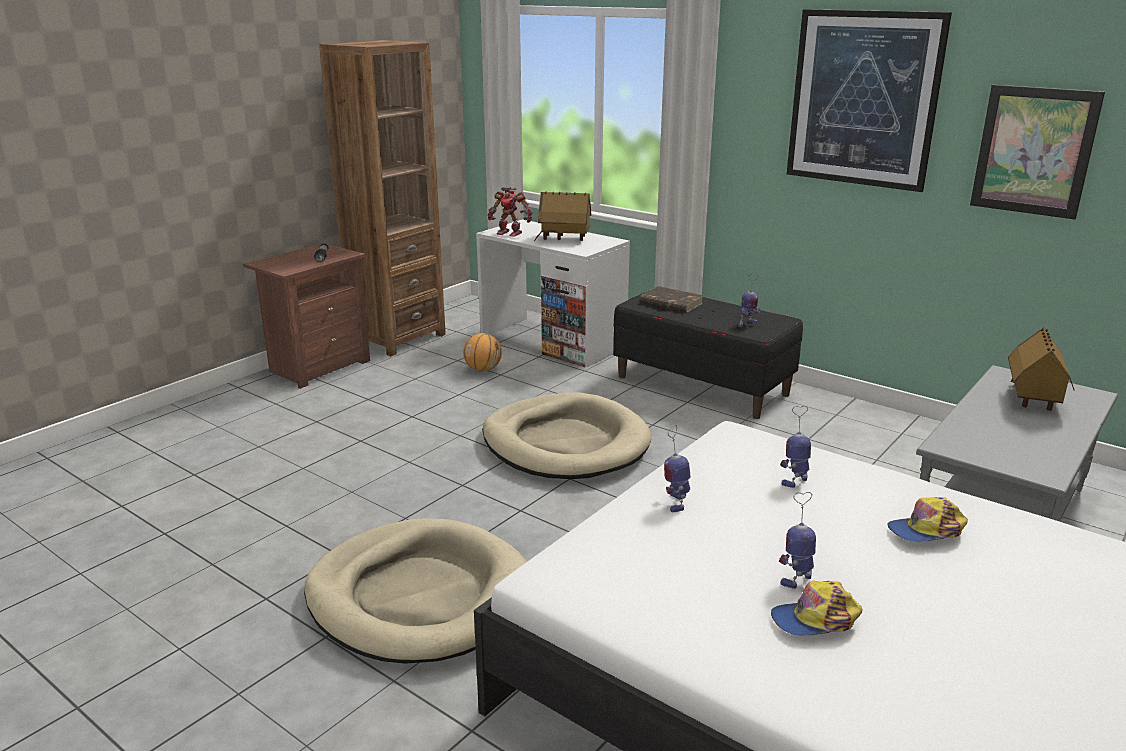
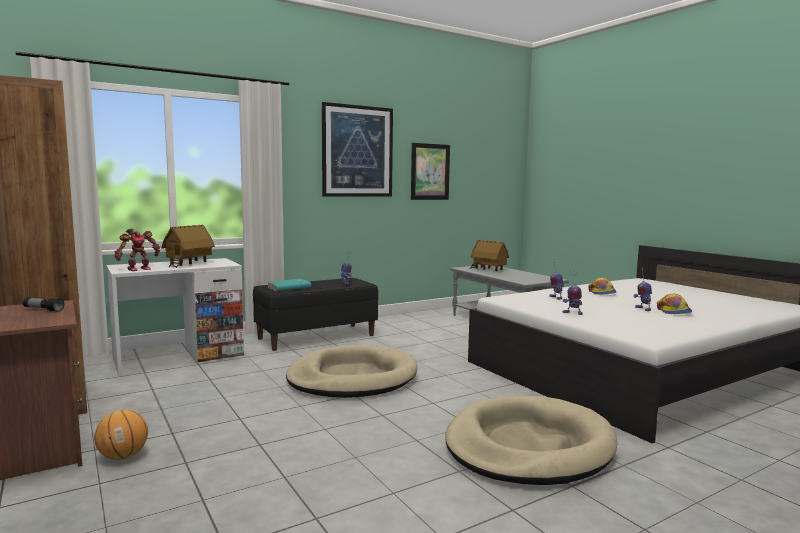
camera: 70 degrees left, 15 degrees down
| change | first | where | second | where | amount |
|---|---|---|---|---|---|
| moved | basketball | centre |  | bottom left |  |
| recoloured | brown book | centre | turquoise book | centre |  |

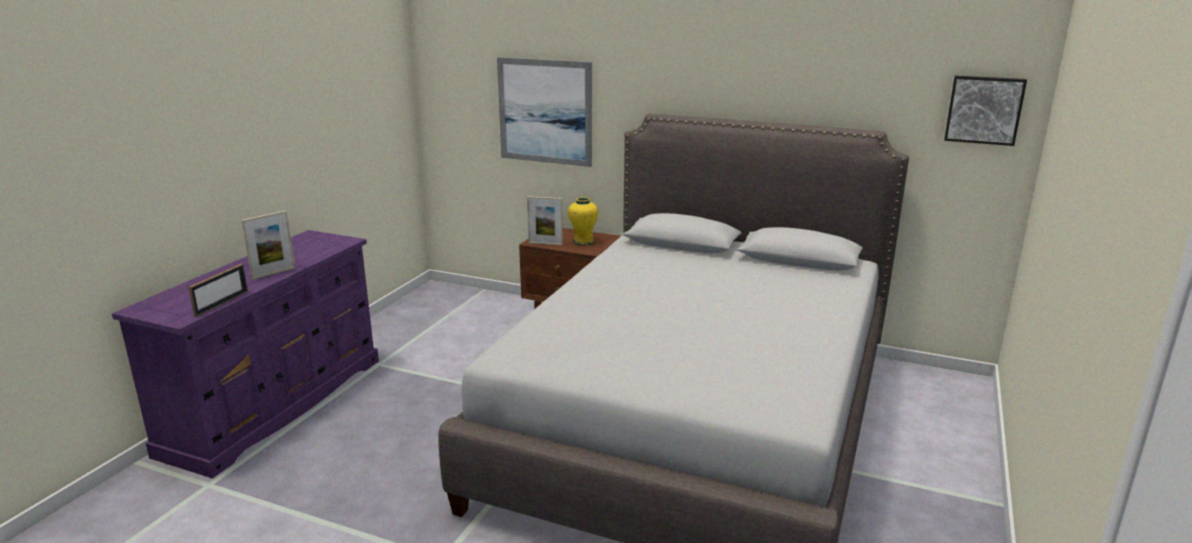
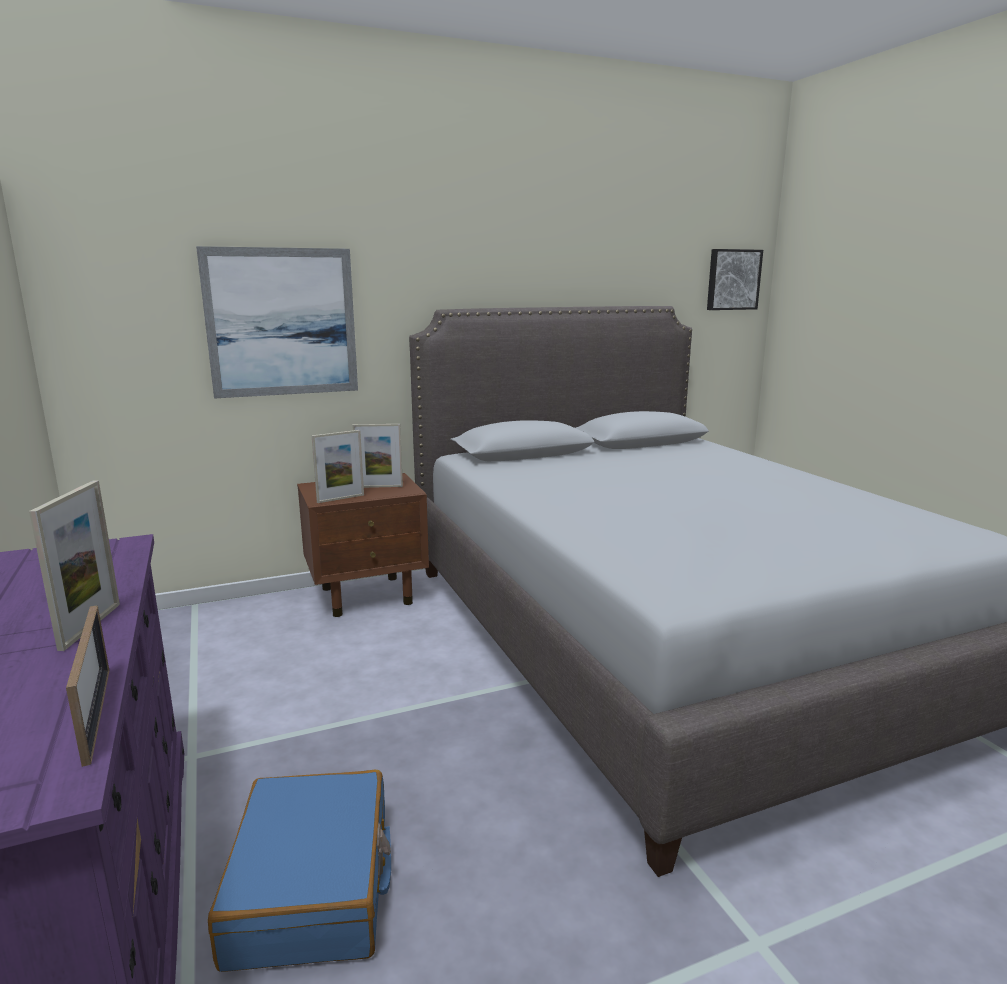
camera: 45 degrees left, 5 degrees down
| change | first | where | second | where | amount |
|---|---|---|---|---|---|
| added |  |  | blue suitcase | bottom left |  |
| replaced | yellow vase | centre | picture frame (4th from left) | centre |  |

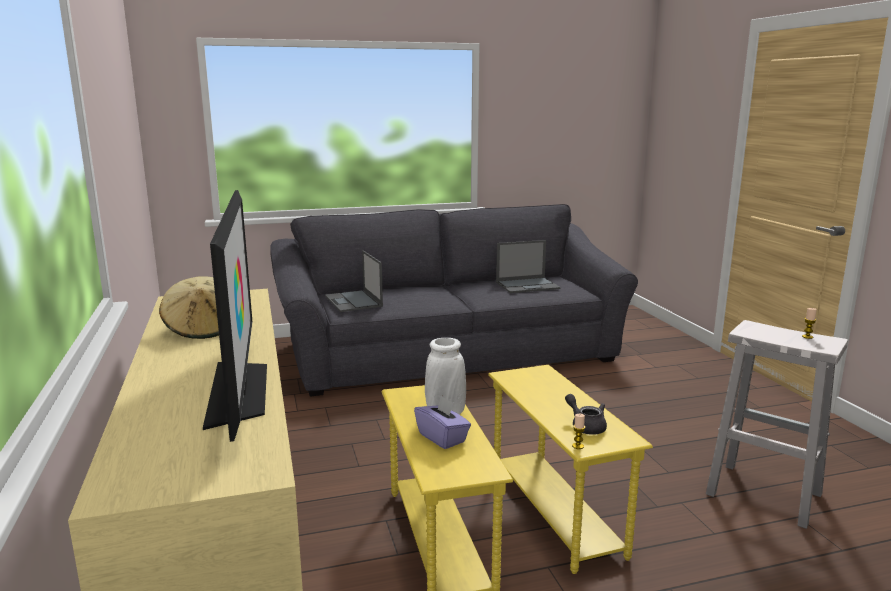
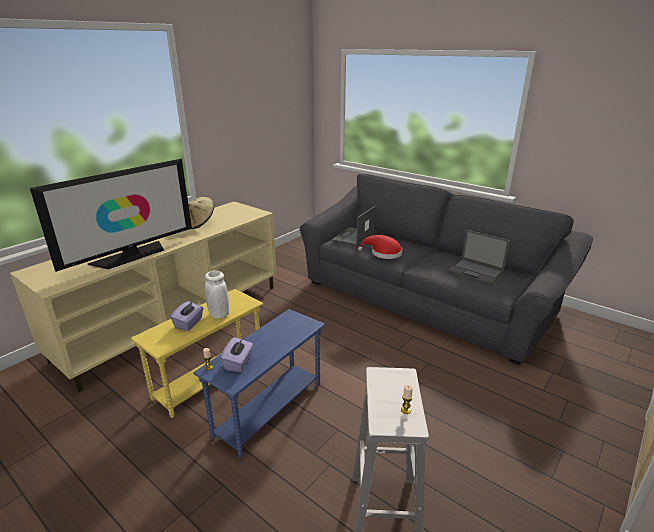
camera: 55 degrees right, 10 degrees up
| change | first | where | second | where | amount |
|---|---|---|---|---|---|
| added |  |  | red hat | centre |  |
| replaced | grey teapot | bottom centre | purple tissue box (2nd from left) | centre |  |
| recoloured | yellow side table (2nd from left) | bottom centre | blue side table | bottom centre |  |

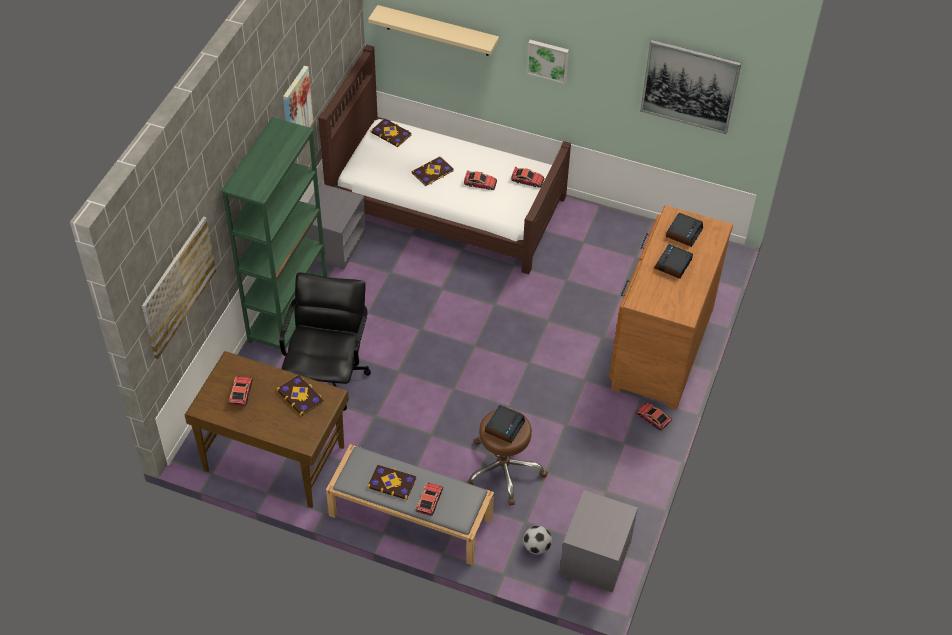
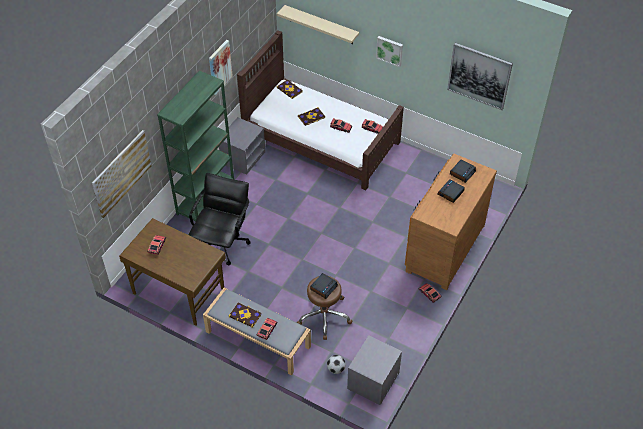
camera: 10 degrees right, 0 degrees up
| change | first | where | second | where | amount |
|---|---|---|---|---|---|
| removed | book (1st from left) | middle left |  |  |  |

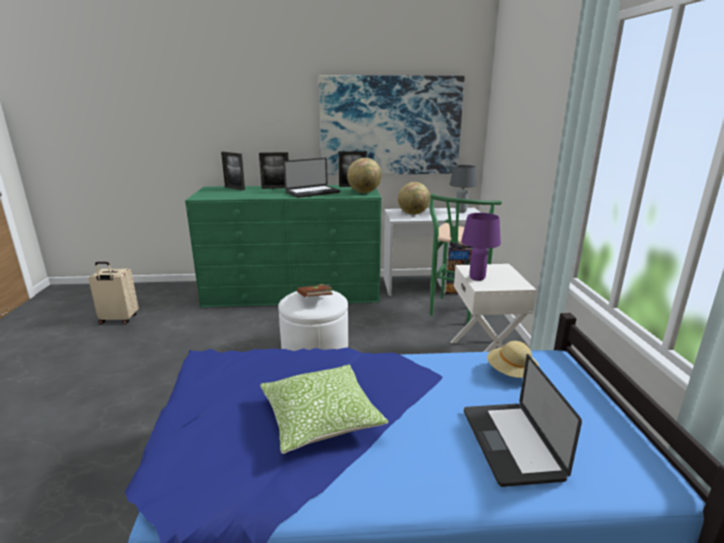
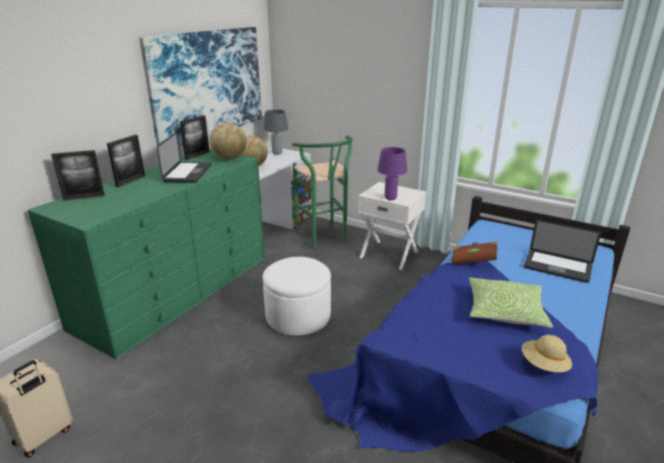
camera: 55 degrees left, 5 degrees up
| change | first | where | second | where | amount |
|---|---|---|---|---|---|
| moved | brown book | centre |  | middle right |  |
| moved | beige hat | middle right |  | bottom right |  |

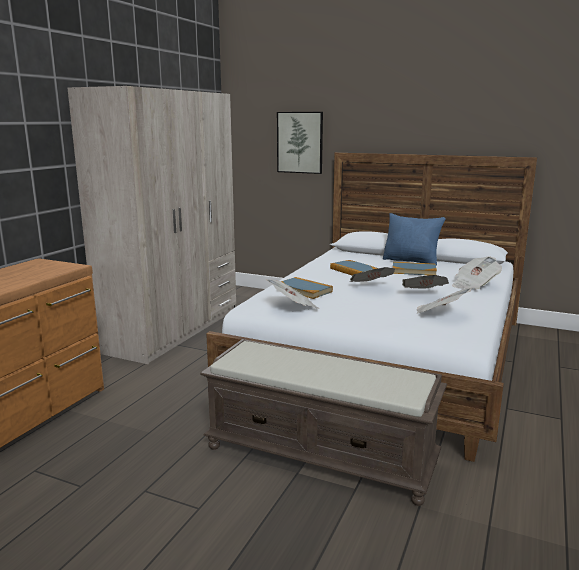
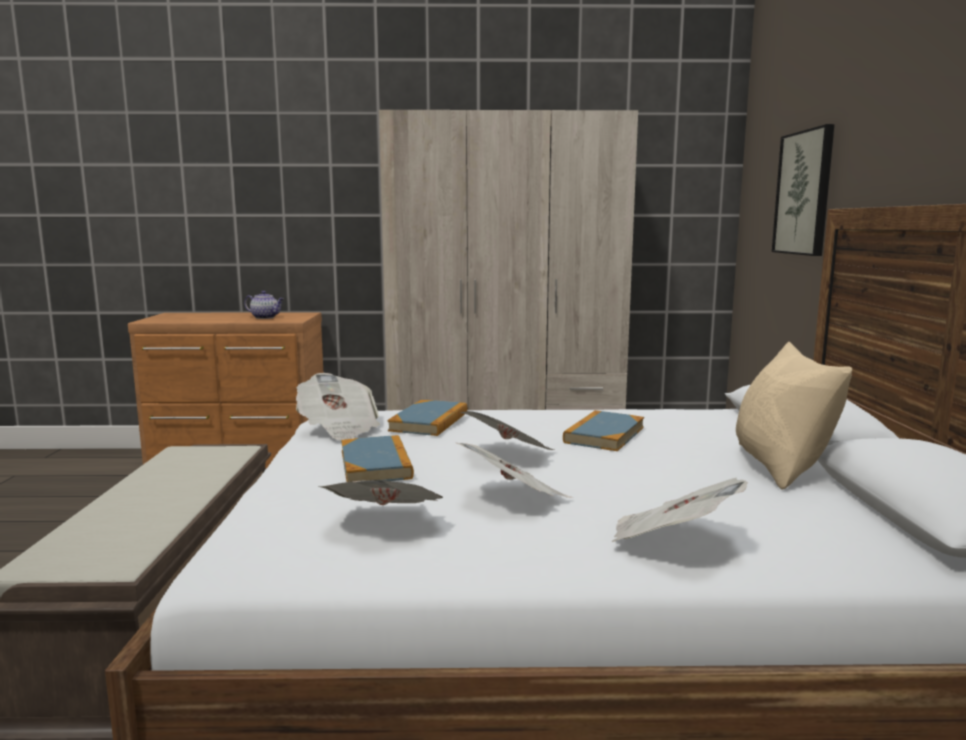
camera: 65 degrees right, 5 degrees down
| change | first | where | second | where | amount |
|---|---|---|---|---|---|
| added |  |  | teapot | middle left |  |
| moved | book (3rd from left in the first image) | middle right | book (1st from left) | centre |  |
| recoloured | blue pillow | middle right | beige pillow | middle right |  |

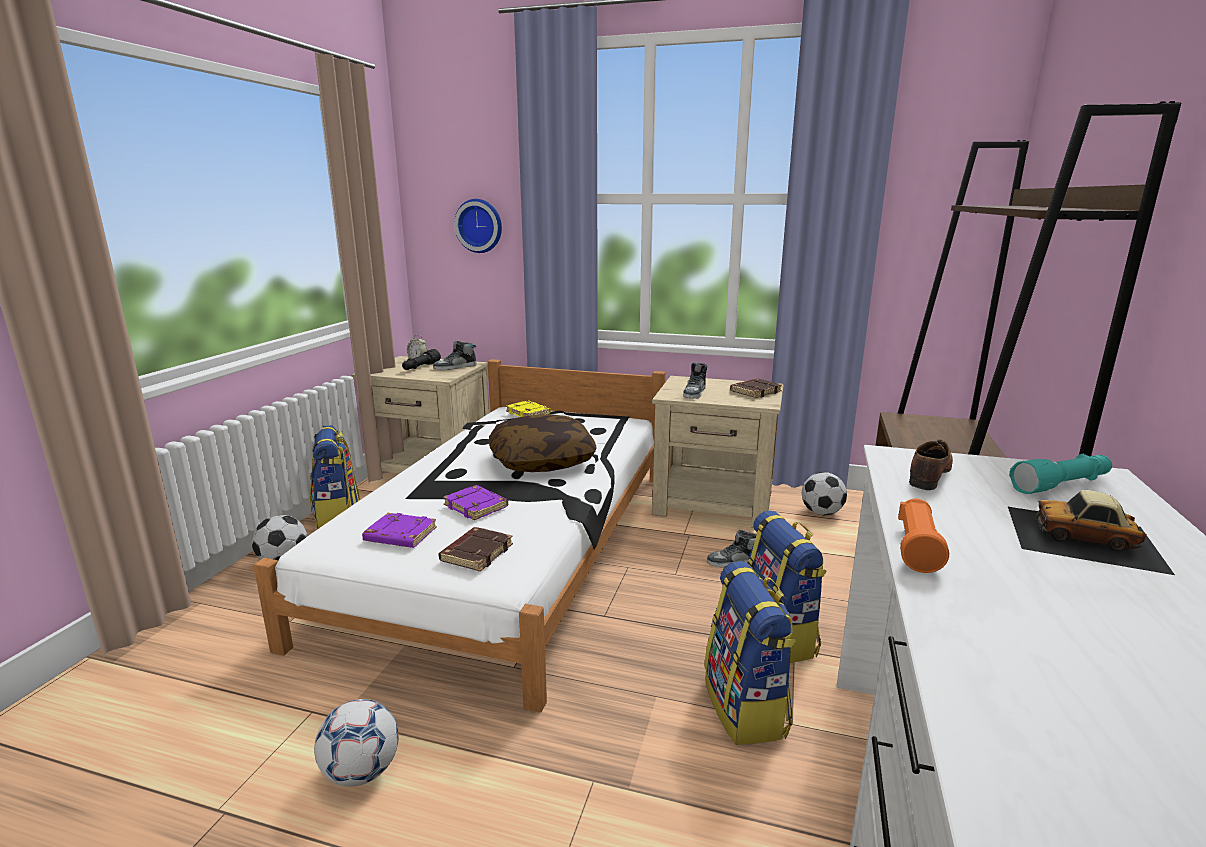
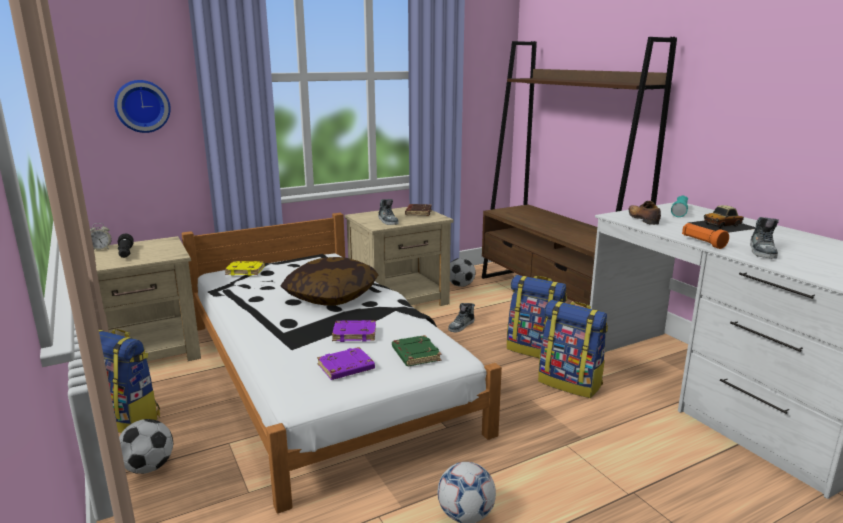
camera: 45 degrees left, 0 degrees up
| change | first | where | second | where | amount |
|---|---|---|---|---|---|
| moved | shoe (1st from left in the first image) | centre | shoe (4th from left) | middle right |  |
| recoloured | brown book (1st from left) | centre | green book | bottom centre |  |

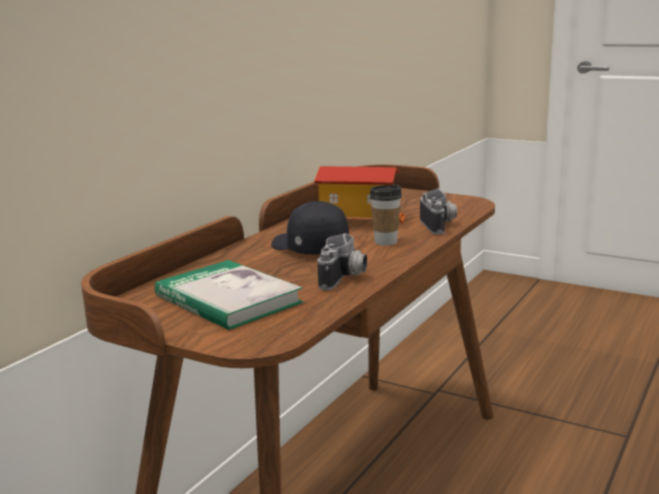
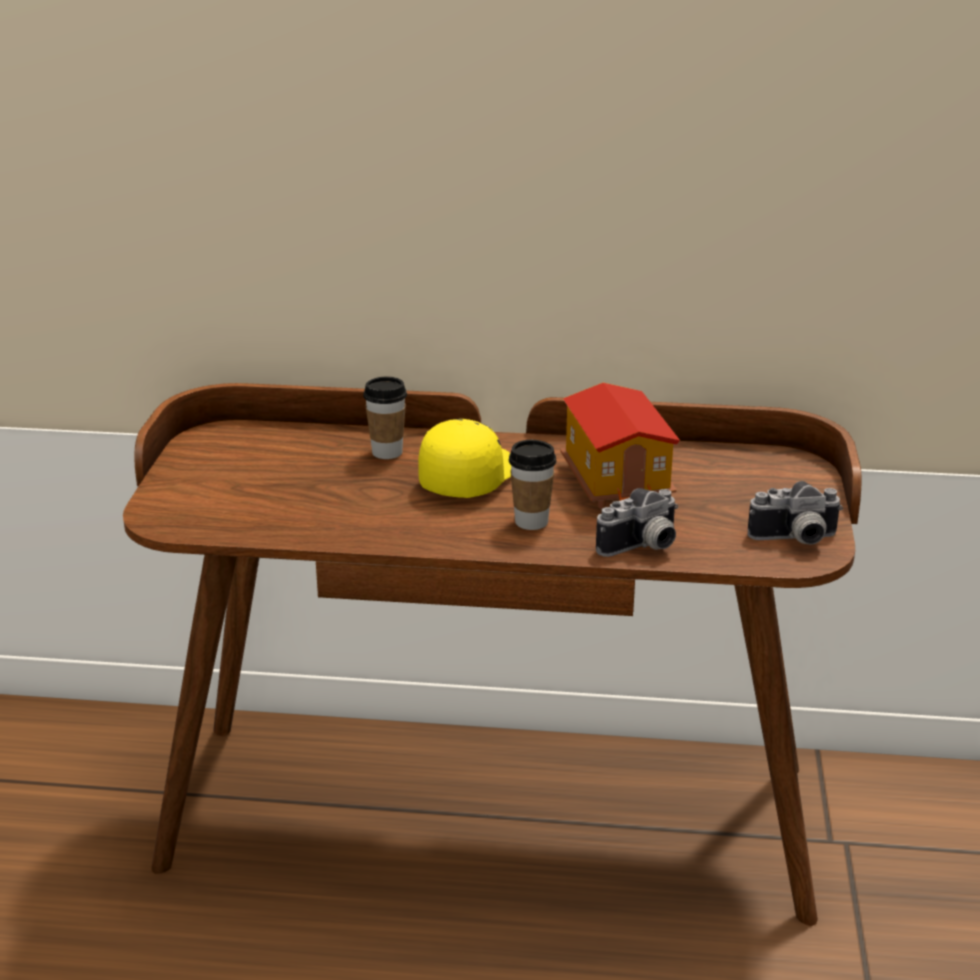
camera: 65 degrees right, 10 degrees up
| change | first | where | second | where | amount |
|---|---|---|---|---|---|
| removed | book | centre |  |  |  |
| added |  |  | cup (1st from left) | centre |  |
| moved | photo camera (1st from left in the first image) | centre | photo camera (2nd from left) | middle right |  |
| recoloured | black cap | centre | yellow cap | centre |  |

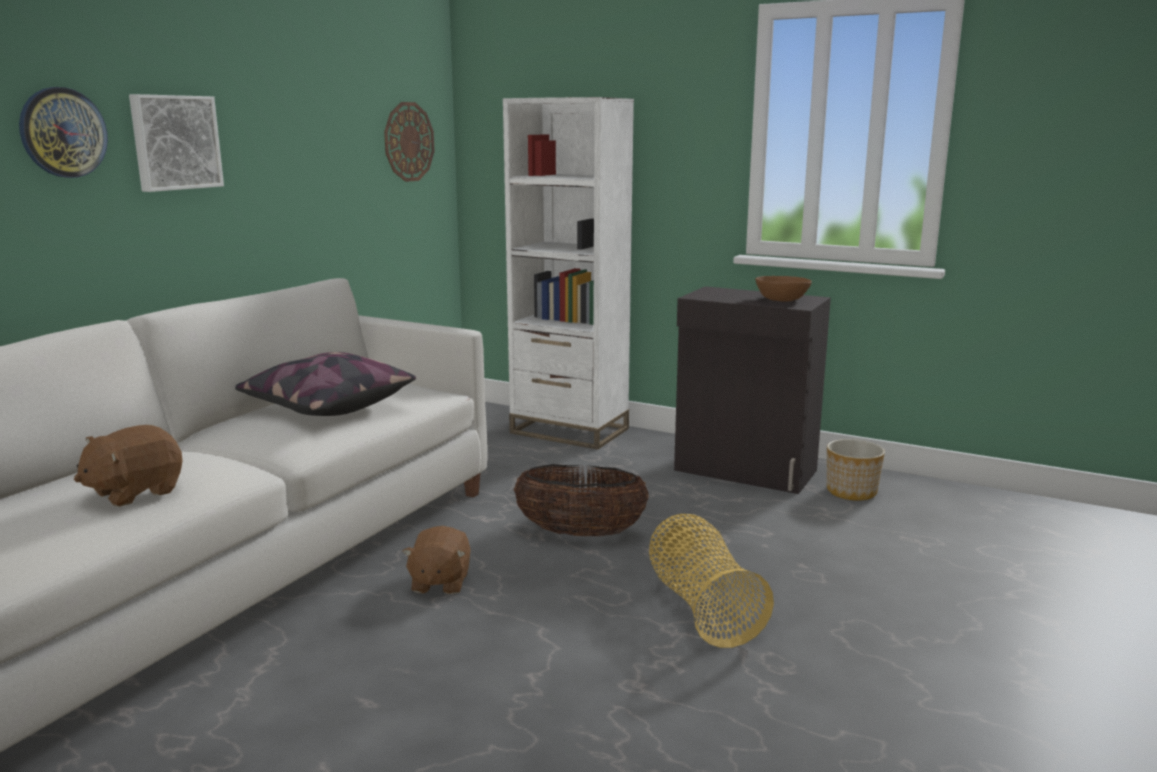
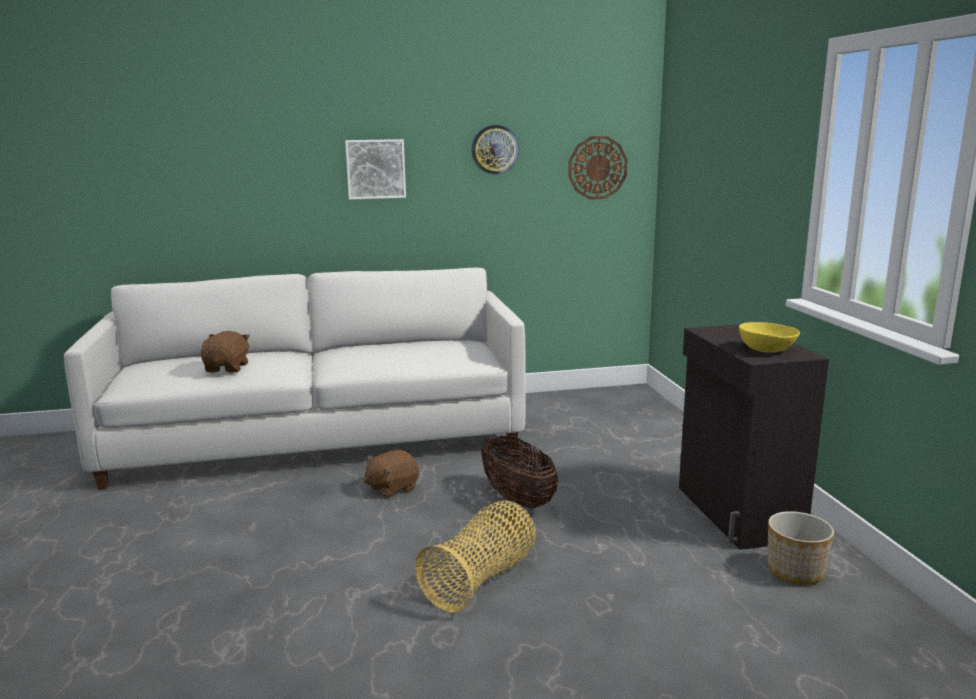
camera: 50 degrees right, 0 degrees up
| change | first | where | second | where | amount |
|---|---|---|---|---|---|
| removed | pillow | middle left |  |  |  |
| removed | white bookcase | centre |  |  |  |
| moved | wall clock (1st from left) | top left |  | top centre |  |
| recoloured | brown bowl | middle right | yellow bowl | middle right |  |
| turned | brown plush toy (1st from left) | middle left |  | middle left | 90 degrees clockwise |

